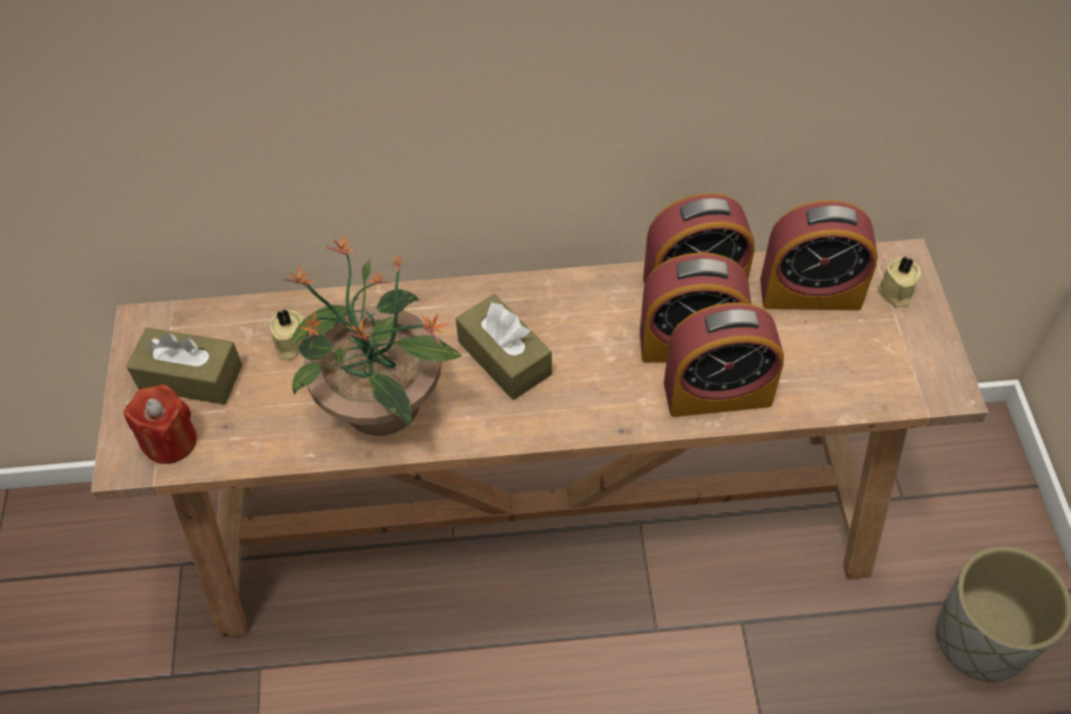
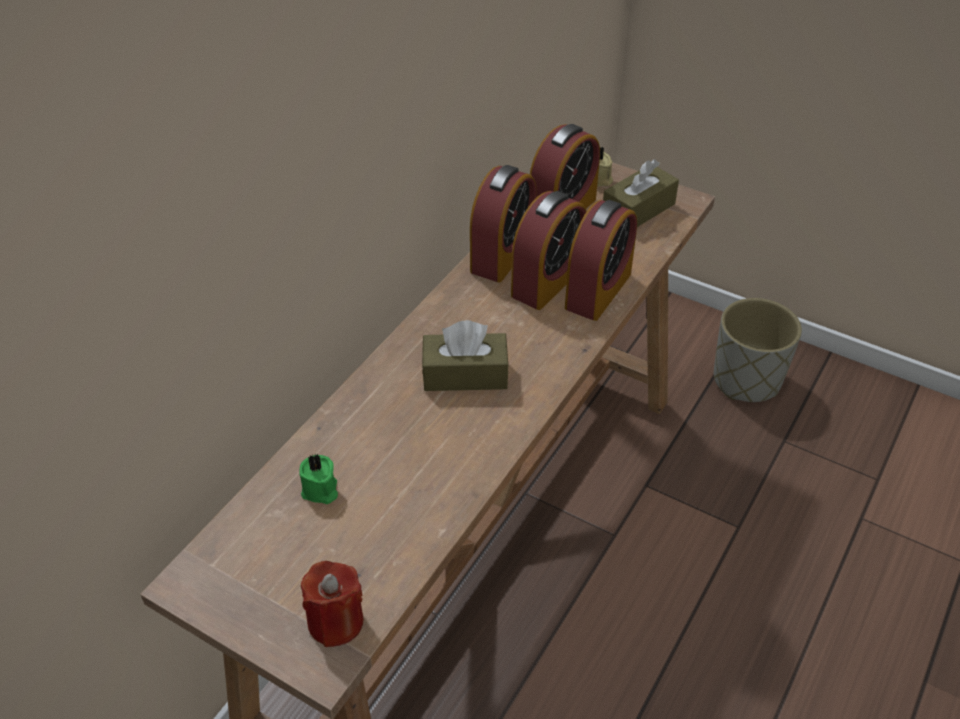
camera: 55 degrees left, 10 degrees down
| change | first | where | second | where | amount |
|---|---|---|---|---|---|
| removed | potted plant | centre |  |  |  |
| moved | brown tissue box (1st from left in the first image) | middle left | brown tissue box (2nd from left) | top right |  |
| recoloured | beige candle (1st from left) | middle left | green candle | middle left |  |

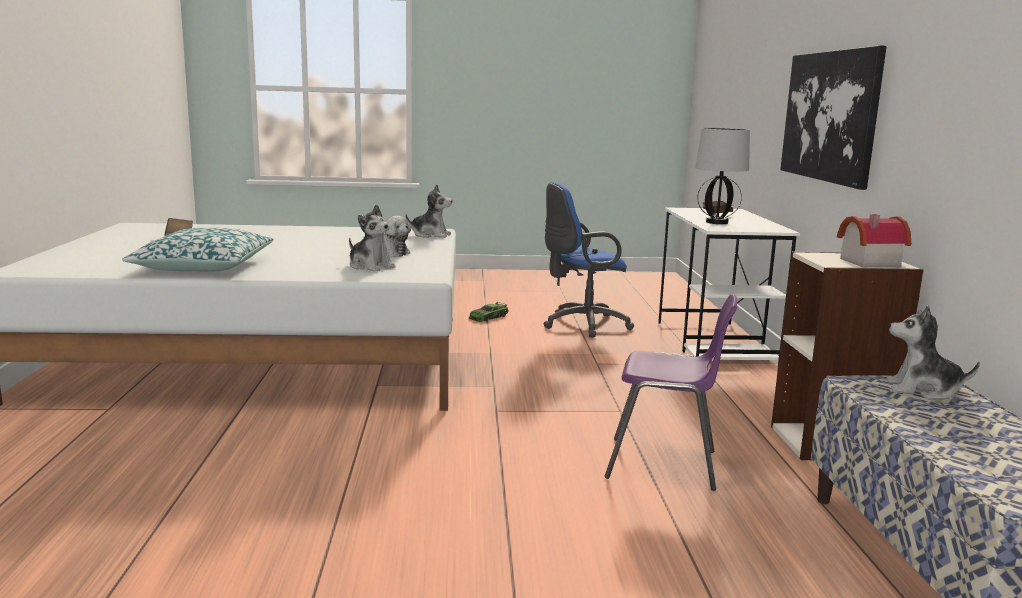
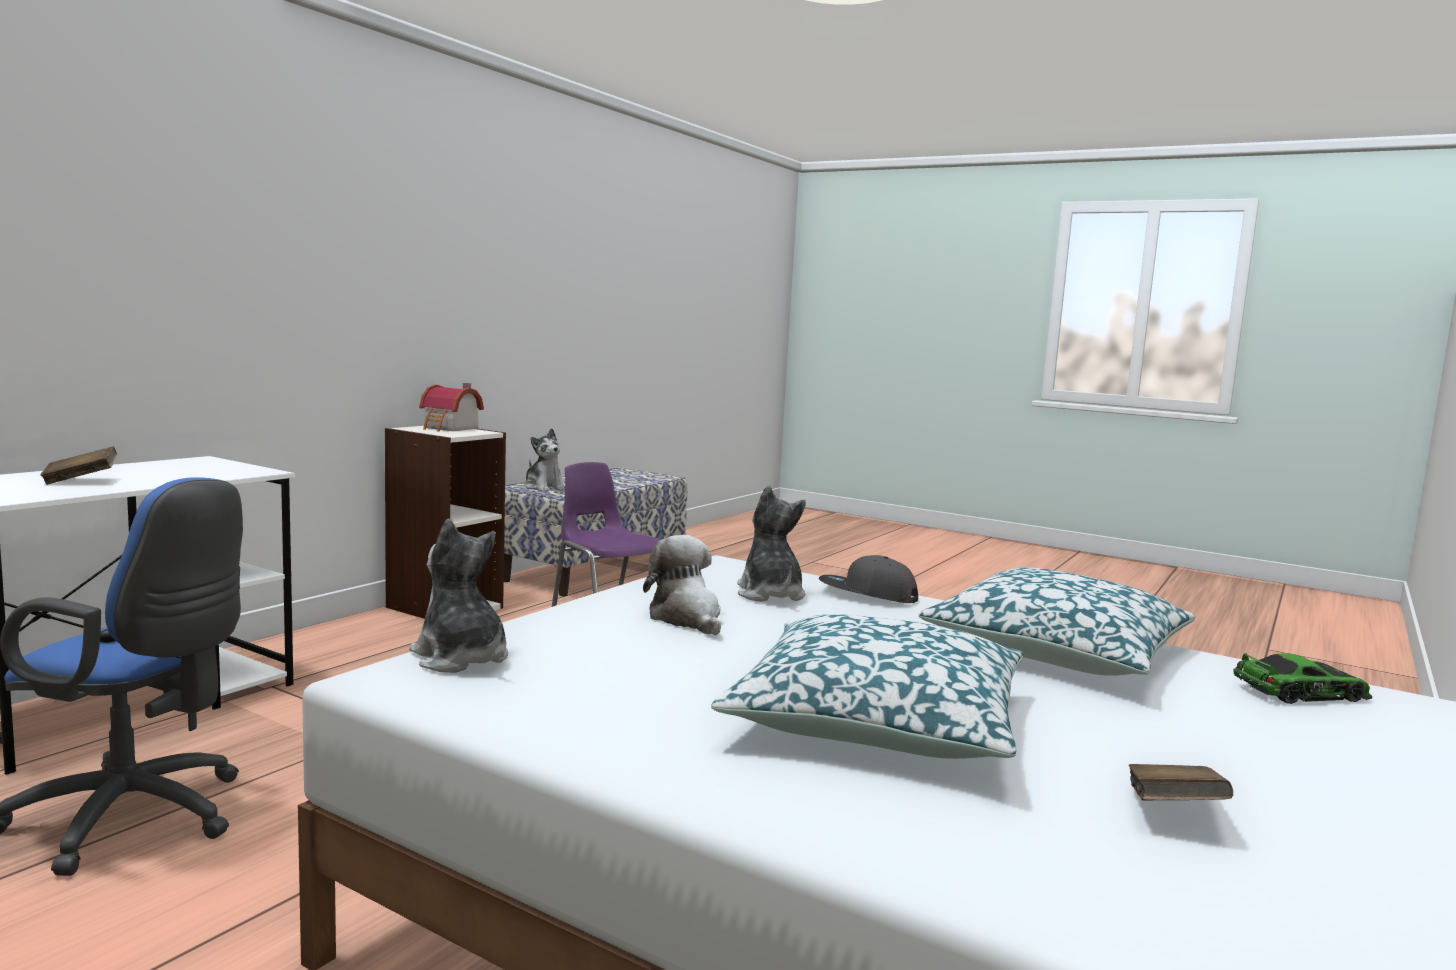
camera: 145 degrees left, 5 degrees down
| change | first | where | second | where | amount |
|---|---|---|---|---|---|
| removed | table lamp | top right |  |  |  |
| removed | picture | top right |  |  |  |
| added |  |  | pillow (1st from left) | bottom centre |  |
| added |  |  | grey cap | centre |  |
| moved | toy car | centre |  | bottom right |  |

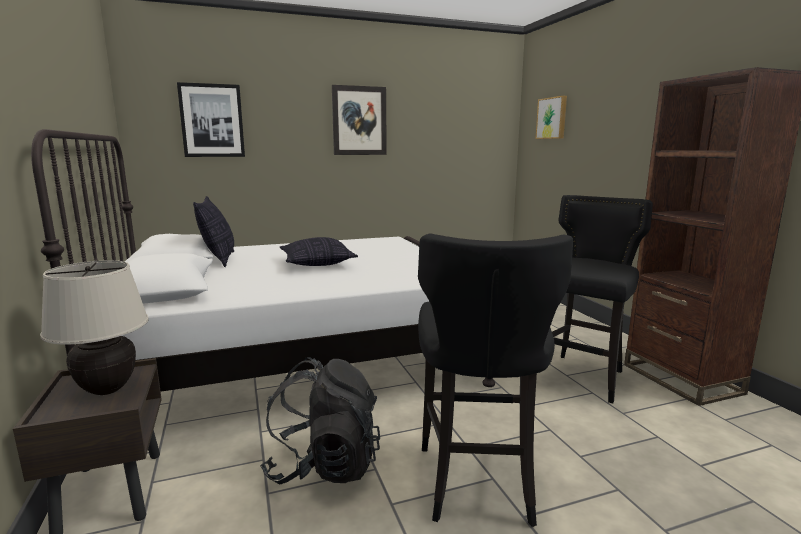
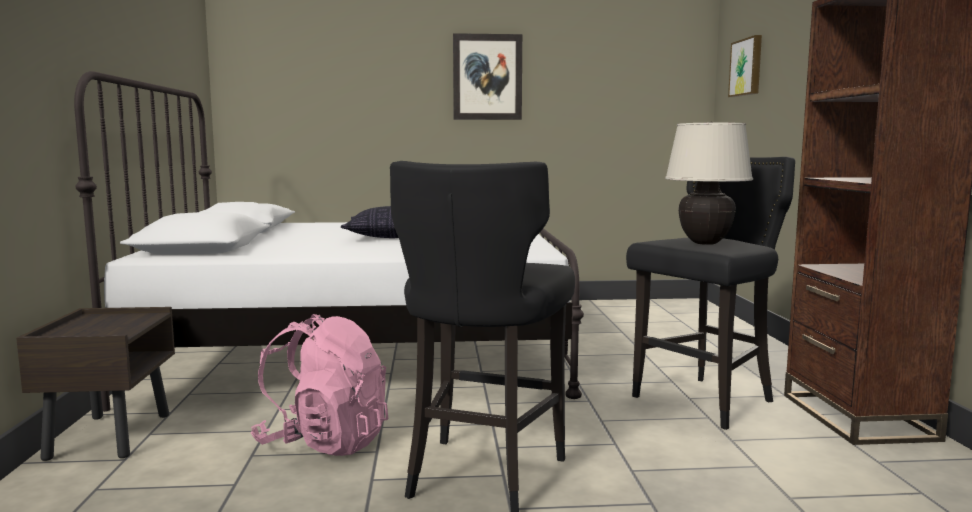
camera: 15 degrees right, 5 degrees down
| change | first | where | second | where | amount |
|---|---|---|---|---|---|
| removed | picture (1st from left) | top left |  |  |  |
| removed | pillow (1st from left) | middle left |  |  |  |
| moved | beige table lamp | middle left |  | middle right |  |
| recoloured | black backpack | bottom centre | pink backpack | bottom left |  |

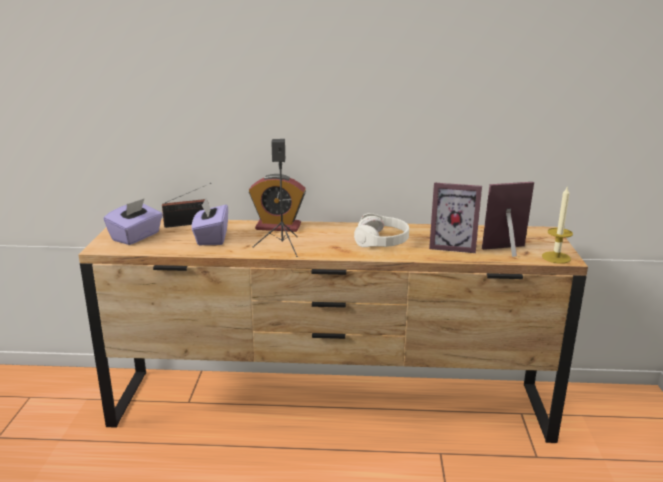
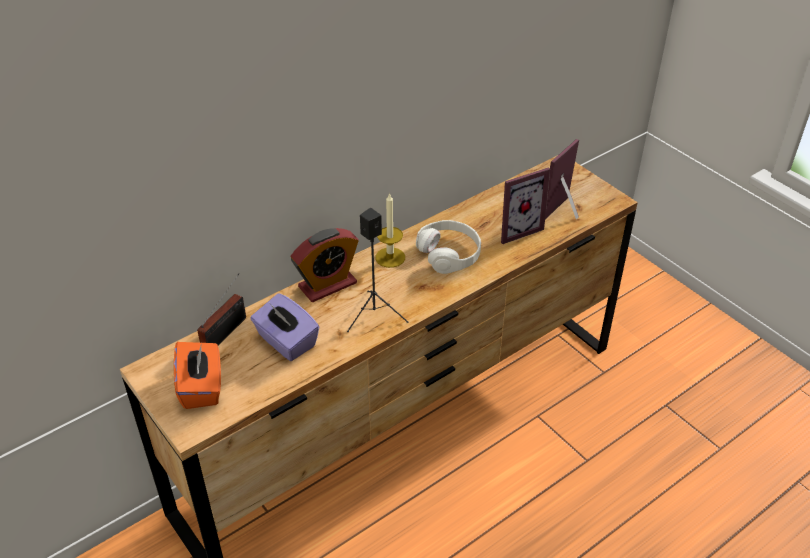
camera: 40 degrees left, 20 degrees up
| change | first | where | second | where | amount |
|---|---|---|---|---|---|
| moved | candle | middle right |  | centre |  |
| recoloured | purple tissue box (1st from left) | middle left | orange tissue box | bottom left |  |

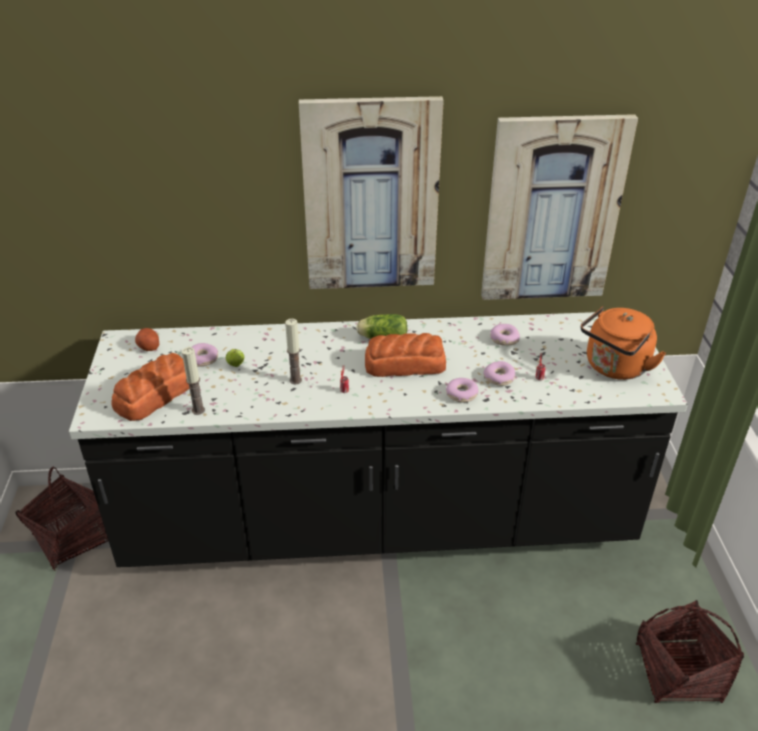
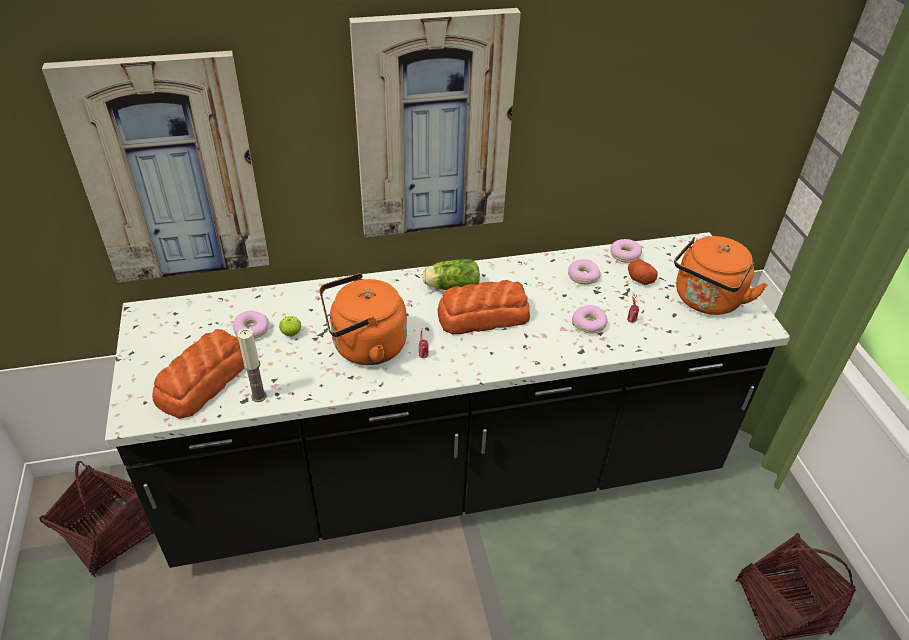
camera: 10 degrees left, 5 degrees up
| change | first | where | second | where | amount |
|---|---|---|---|---|---|
| moved | potato | middle left |  | middle right |  |
| moved | donut (2nd from left in the first image) | centre | donut (4th from left) | middle right |  |
| moved | picture (2nd from left in the first image) | top right | picture (1st from left) | top left |  |
| replaced | candle (2nd from left) | centre | orange kettle (1st from left) | centre |  |

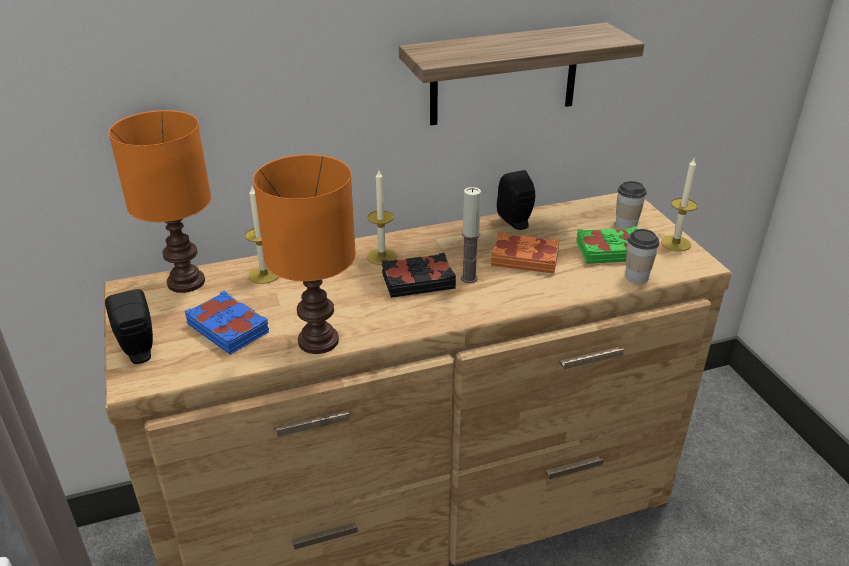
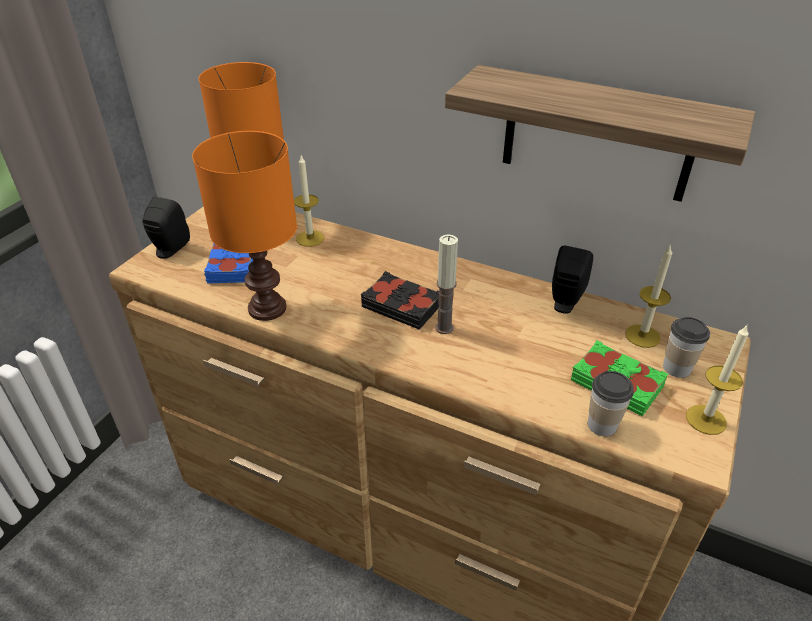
camera: 45 degrees right, 5 degrees up
| change | first | where | second | where | amount |
|---|---|---|---|---|---|
| removed | orange book | centre |  |  |  |
| moved | candle (2nd from left in the first image) | centre | candle (3rd from left) | middle right |  |

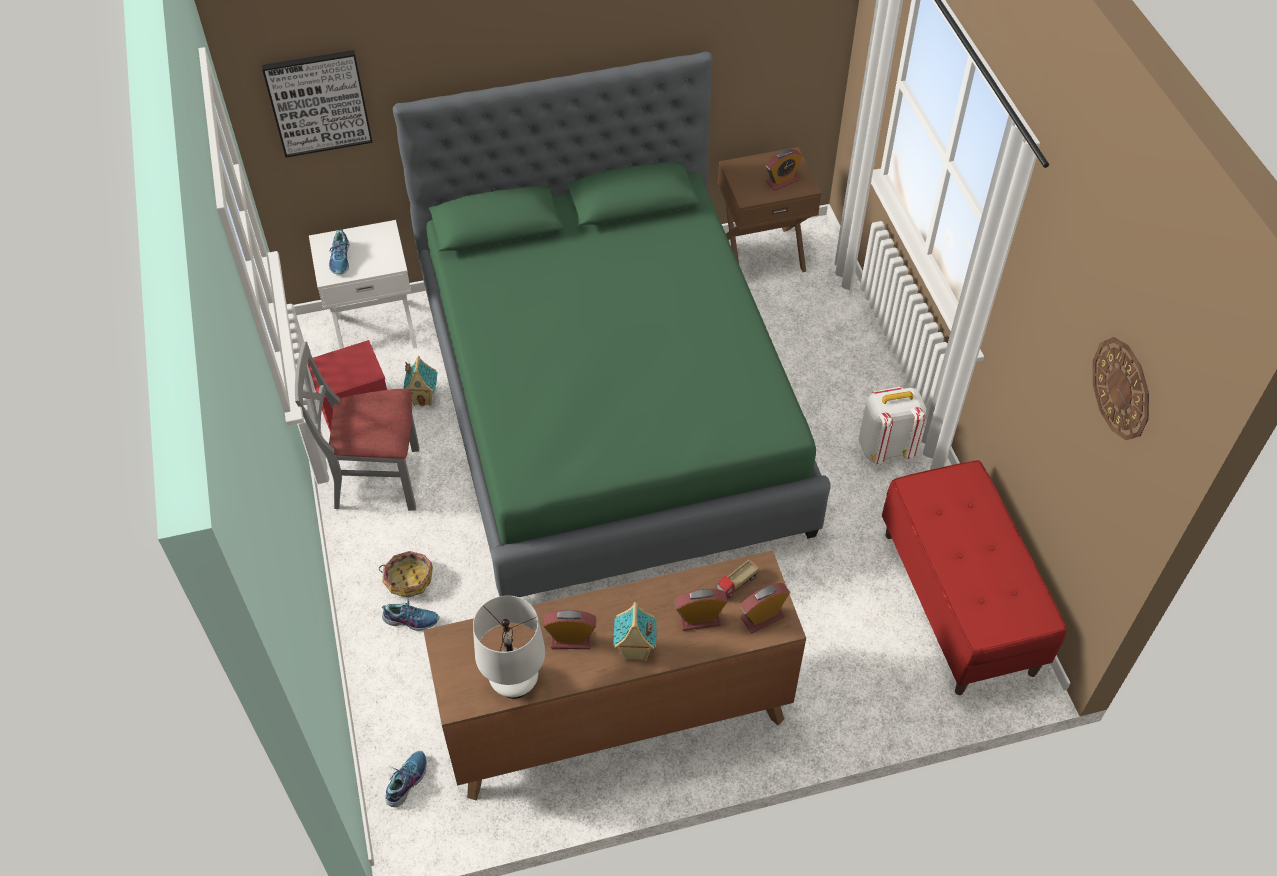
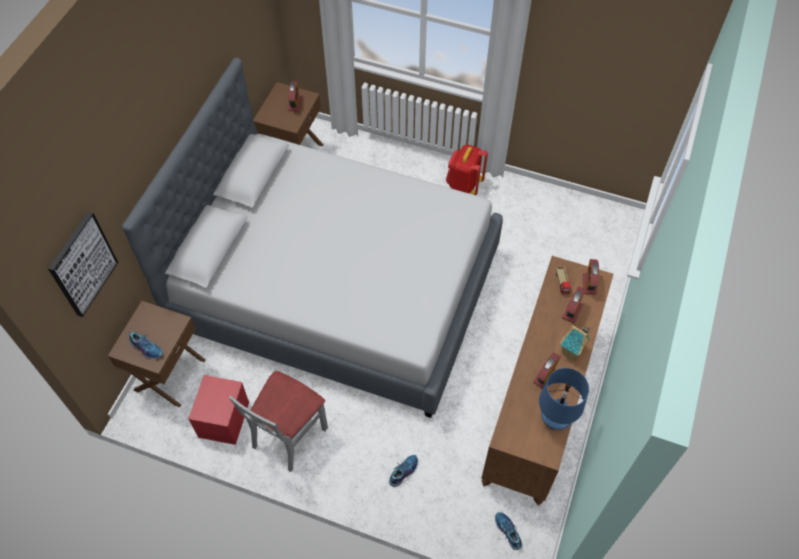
camera: 55 degrees left, 5 degrees up
| change | first | where | second | where | amount |
|---|---|---|---|---|---|
| removed | basket | middle left |  |  |  |
| removed | toy house (1st from left) | middle left |  |  |  |
| removed | red bench | middle right |  |  |  |
| removed | wall clock | middle right |  |  |  |
| recoloured | white nightstand | top left | brown nightstand (1st from left) | middle left |  |
| recoloured | green bed | centre | grey bed | centre |  |
| recoloured | white table lamp | bottom centre | blue table lamp | bottom right |  |
| recoloured | white backpack | middle right | red backpack | top centre |  |

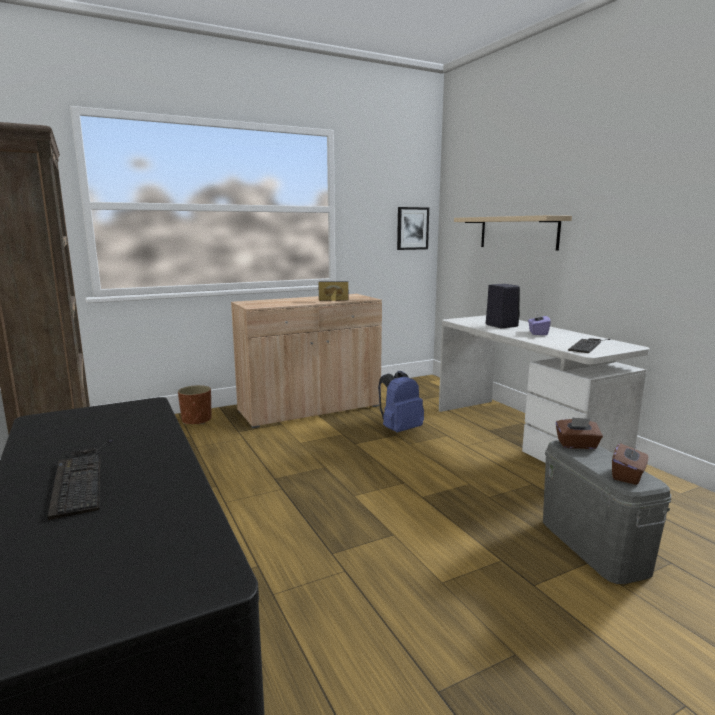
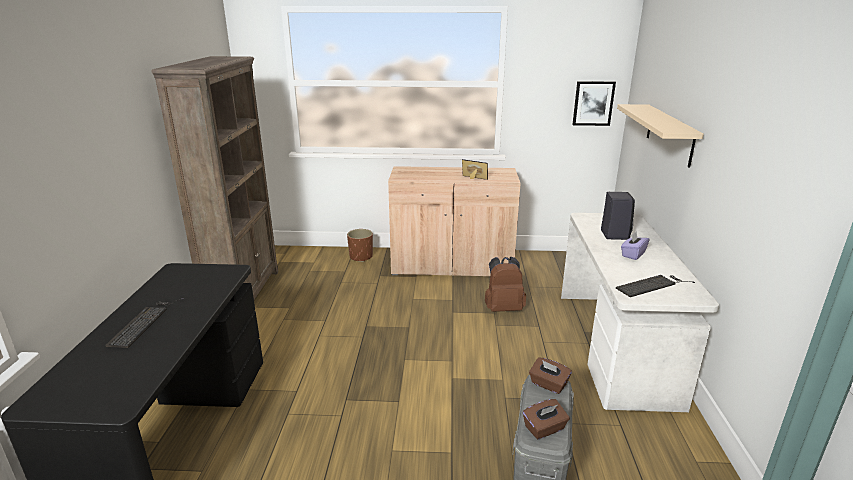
camera: 30 degrees right, 10 degrees up
| change | first | where | second | where | amount |
|---|---|---|---|---|---|
| recoloured | blue backpack | centre | brown backpack | centre |  |

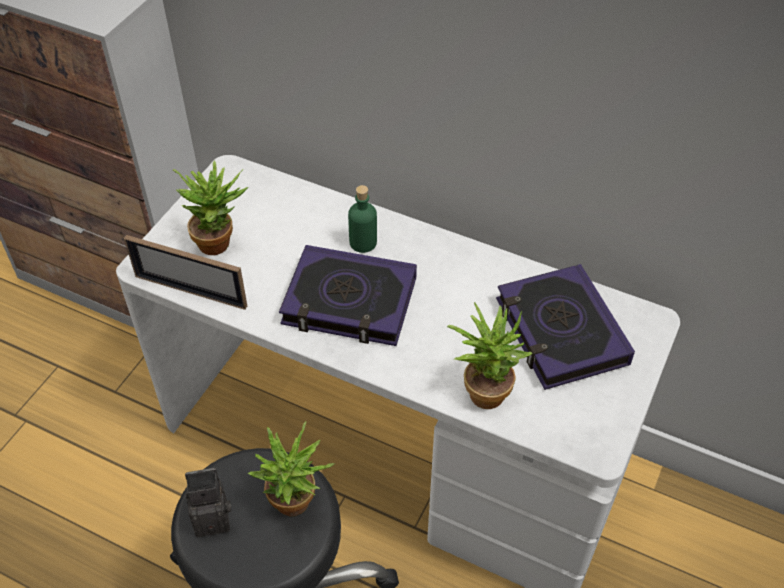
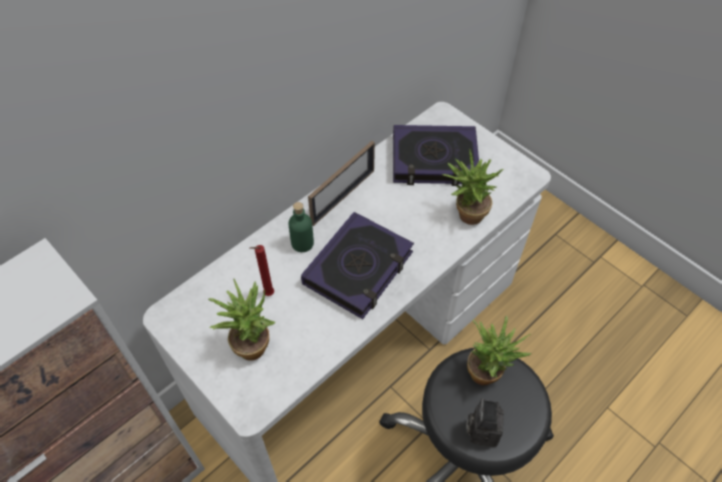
camera: 70 degrees left, 5 degrees up
| change | first | where | second | where | amount |
|---|---|---|---|---|---|
| added |  |  | red candle | centre |  |
| moved | picture frame | middle left |  | centre |  |

